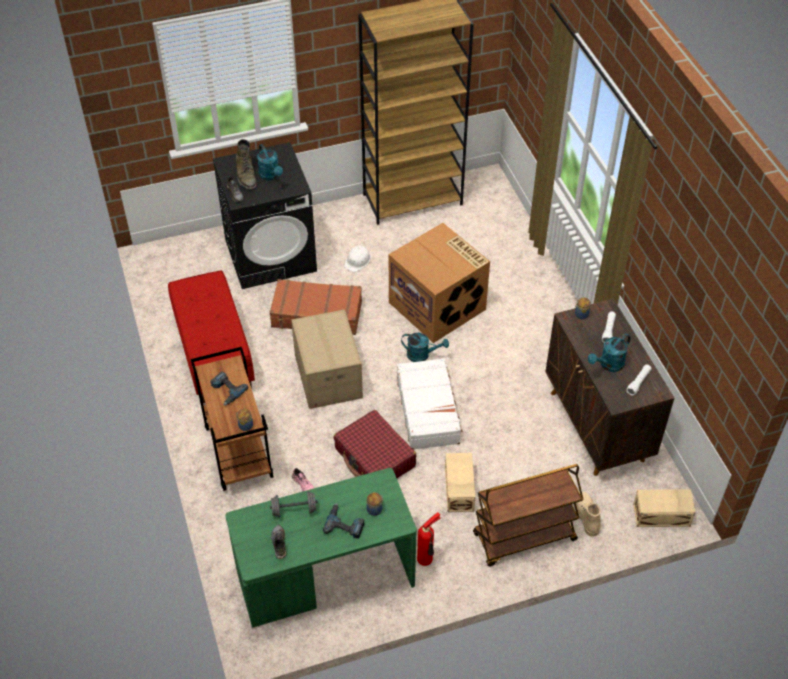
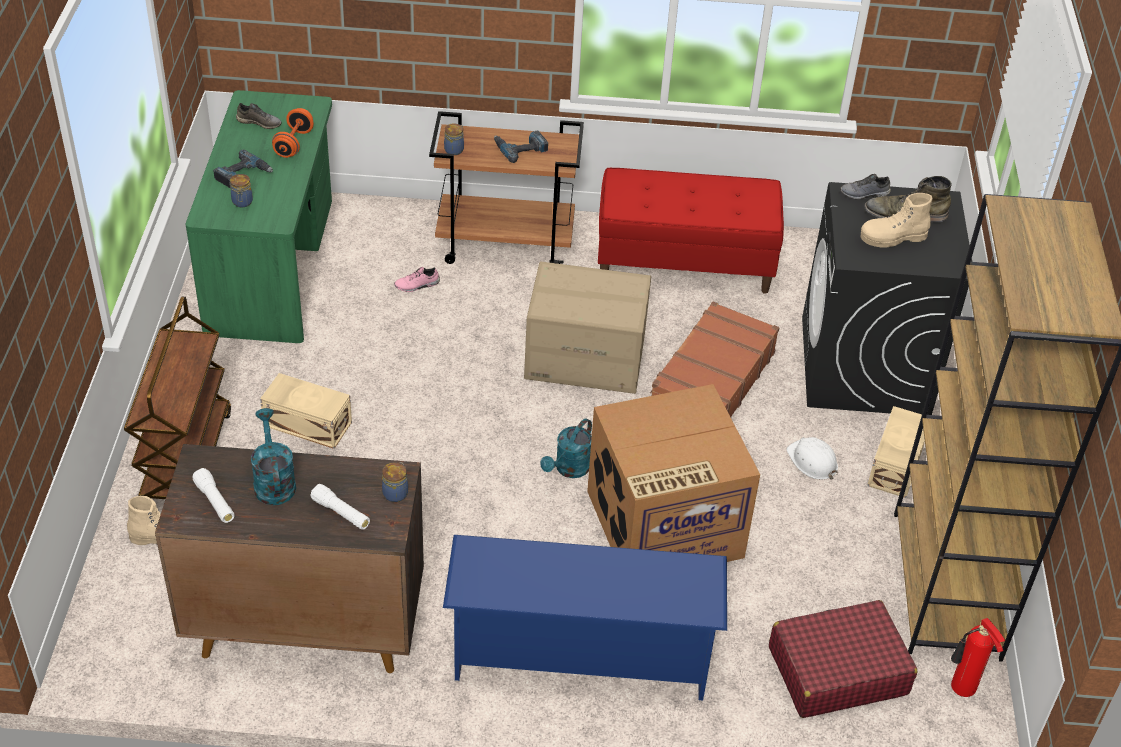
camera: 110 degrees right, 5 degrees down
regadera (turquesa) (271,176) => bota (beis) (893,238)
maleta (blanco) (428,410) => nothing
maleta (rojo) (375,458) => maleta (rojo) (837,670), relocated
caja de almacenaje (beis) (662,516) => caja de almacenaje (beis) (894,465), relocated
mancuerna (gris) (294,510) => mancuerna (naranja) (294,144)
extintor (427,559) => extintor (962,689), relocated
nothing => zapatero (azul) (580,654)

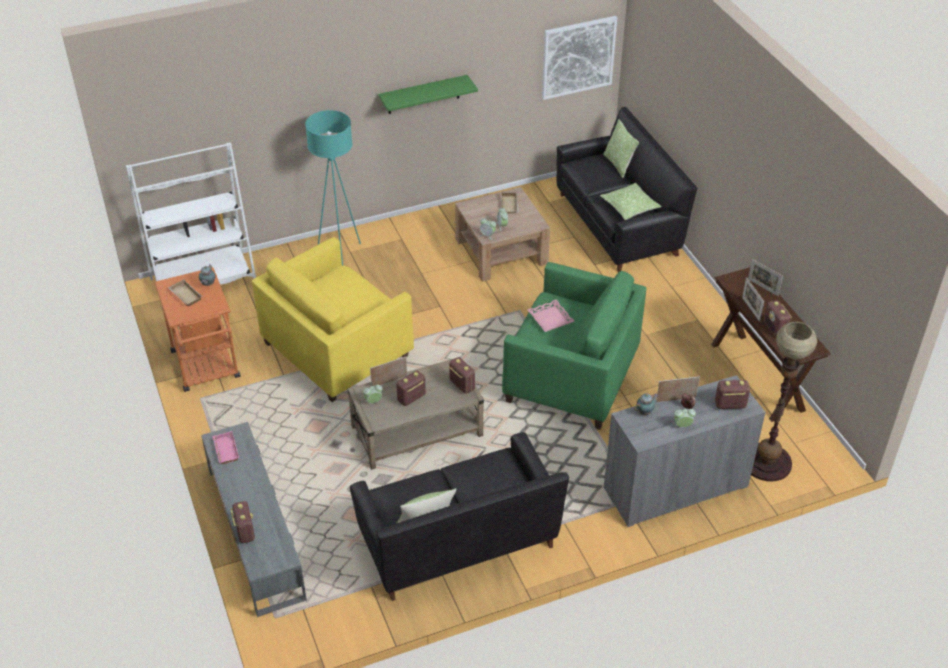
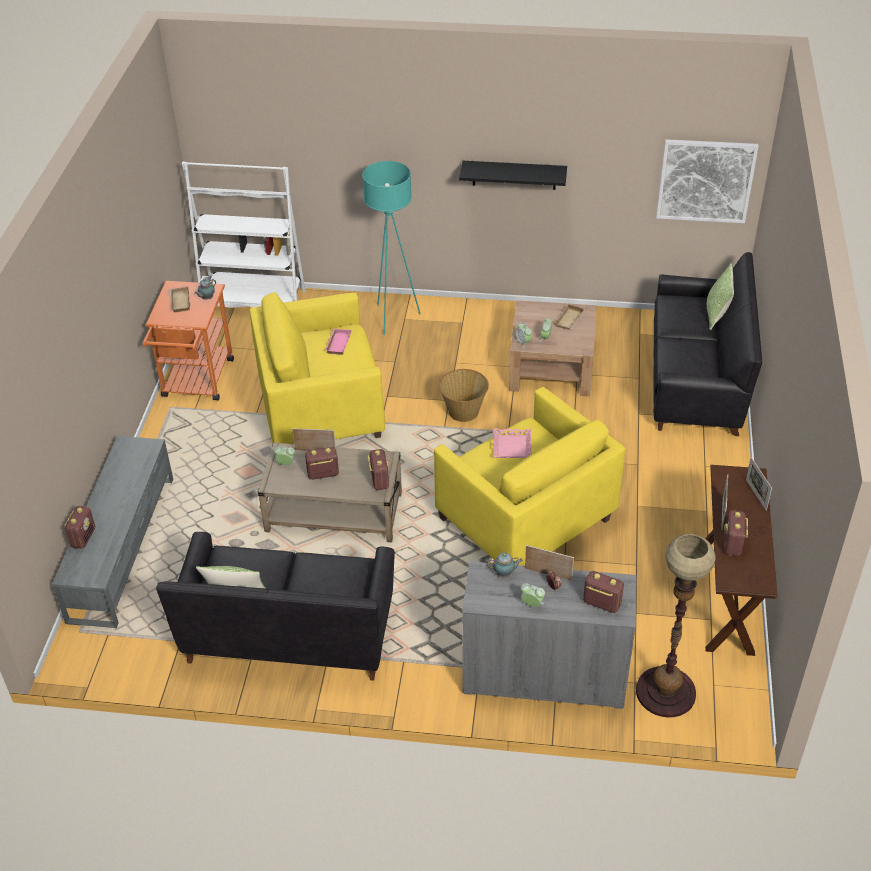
camera: 30 degrees right, 0 degrees up
estante (verde) (423,94) => estante (negro) (514,175)
cojín (629,207) => nothing
sillón (verde) (571,376) => sillón (amarillo) (525,518)
bandeja (rosa) (225,450) => bandeja (rosa) (337,343), relocated
nothing => cesta (463,411)

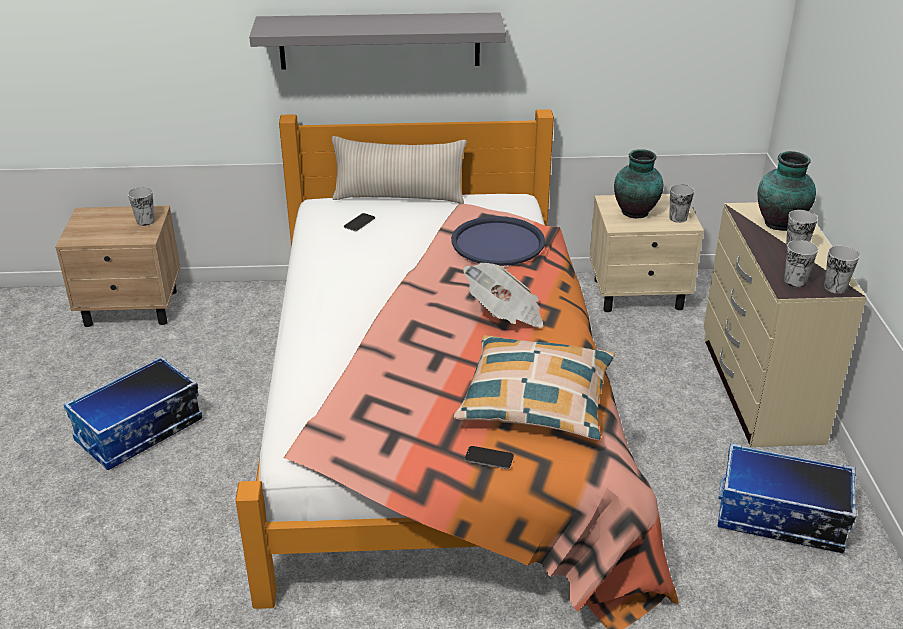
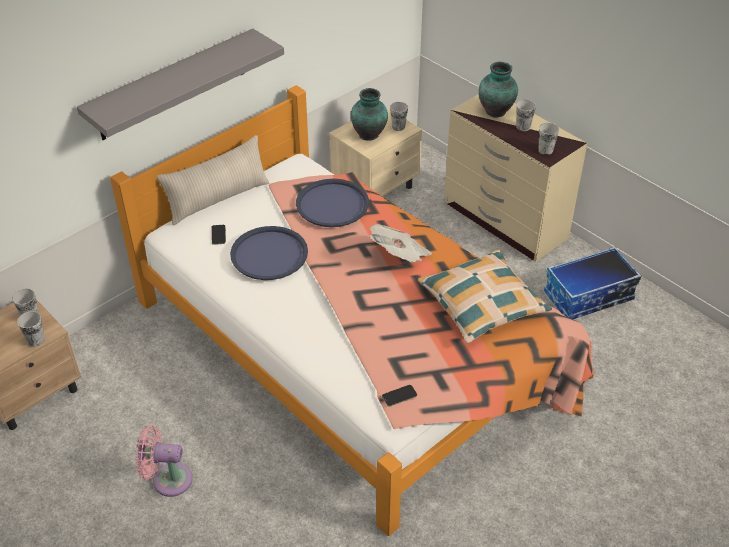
camera: 40 degrees left, 10 degrees up
taza (835,287) => taza (36,340), relocated
caja de almacenaje (139,432) => ventilador (rosa) (168,479)
móvil (489,458) => móvil (399,396), relocated
nothing => bandeja (azul) (269,254)

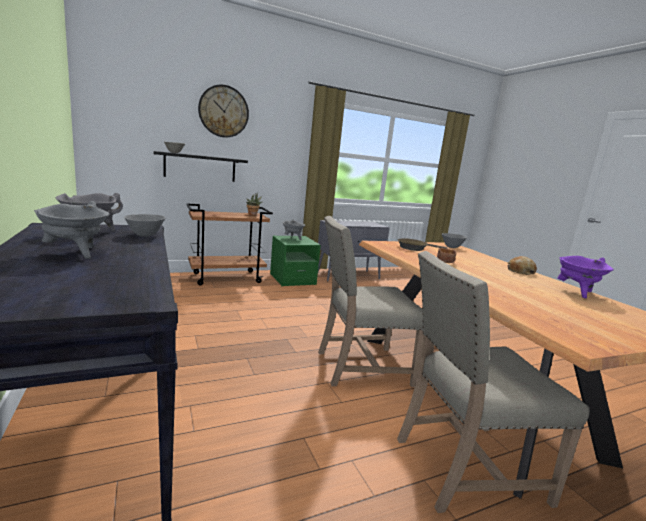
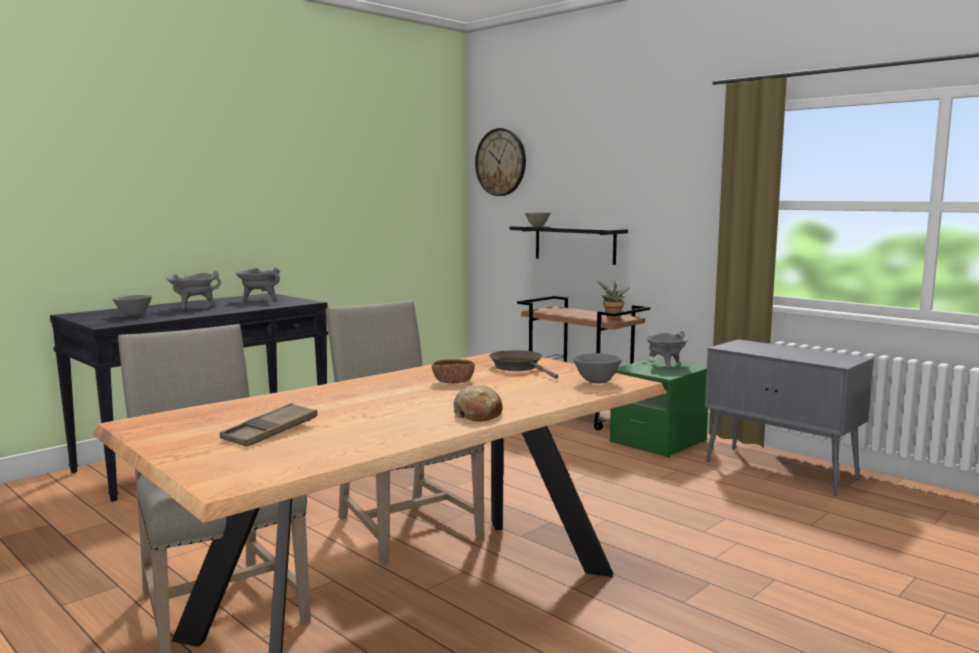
camera: 70 degrees right, 5 degrees down
reloj de pared (223,111) => reloj de pared (501,162), relocated
cuenco (gris) (145,235) => cuenco (gris) (133,315), relocated
olla (morado) (576,292) => nothing
nothing => bandeja (marrón) (270,432)

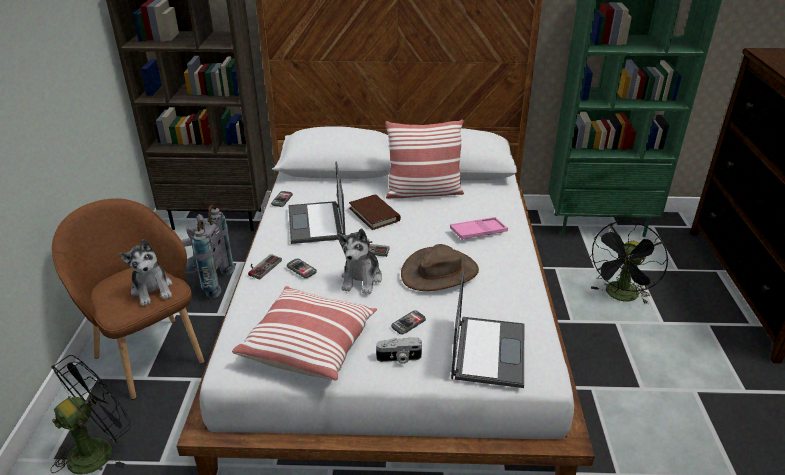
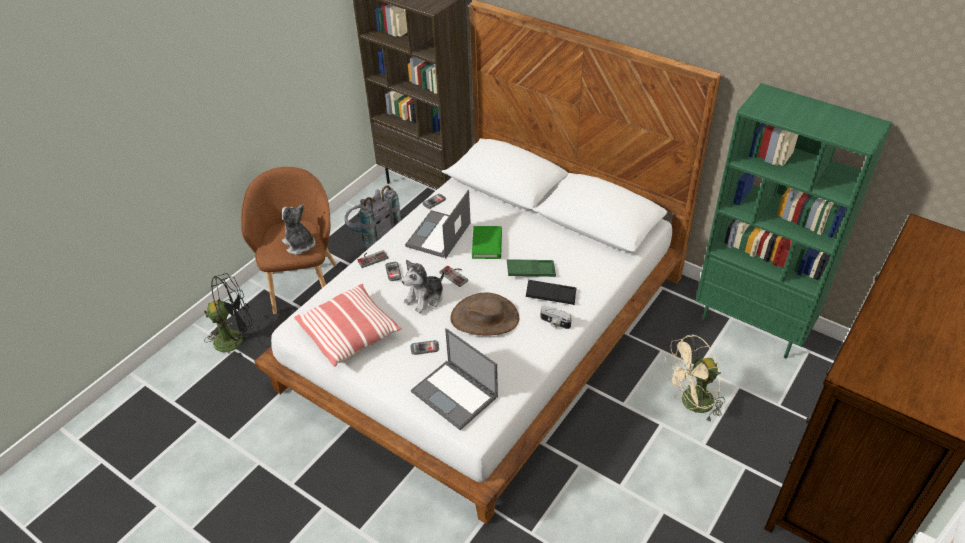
camera: 35 degrees right, 10 degrees up
cojín (423,192) => nothing
libro (marrón) (374,214) => libro (verde) (487,244)
bandeja (rosa) (478,232) => bandeja (negro) (551,295)
ventilador (negro) (620,296) => ventilador (beis) (691,404)
peluche (152,289) => peluche (300,245), 135 degrees clockwise
portátil (488,350) => portátil (455,394), 90 degrees clockwise
cámara (399,358) => cámara (554,323), relocated
nothing => bandeja (verde) (530,271)

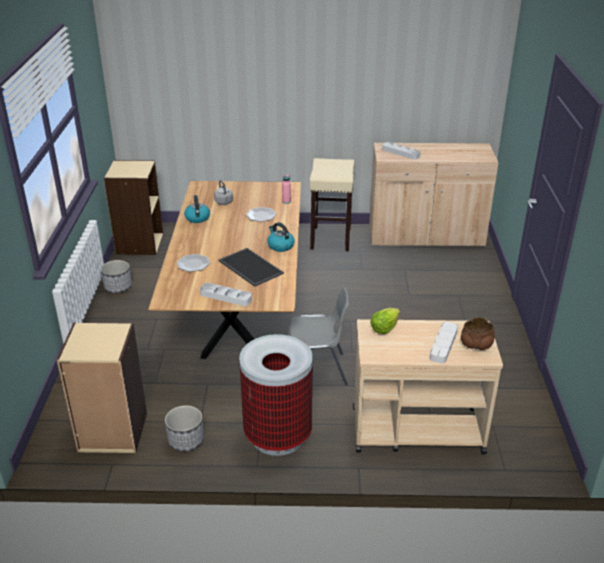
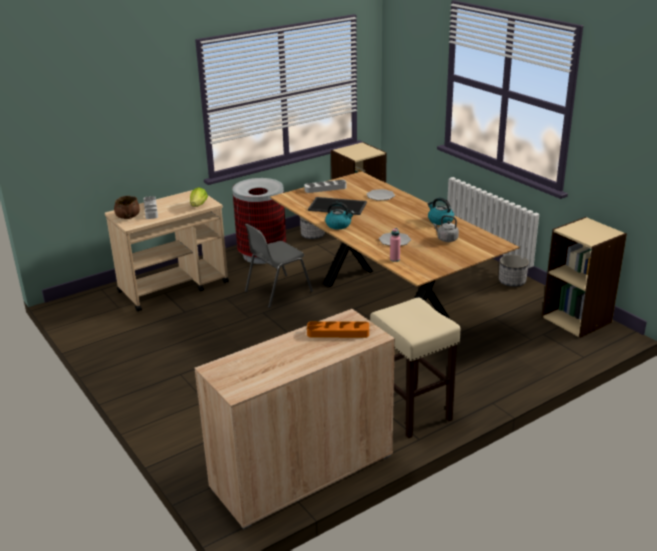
camera: 145 degrees right, 5 degrees down
bandeja (gris) (401,153) => bandeja (naranja) (338,333)

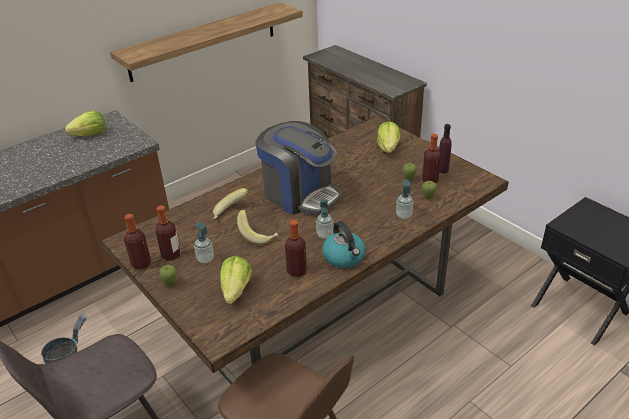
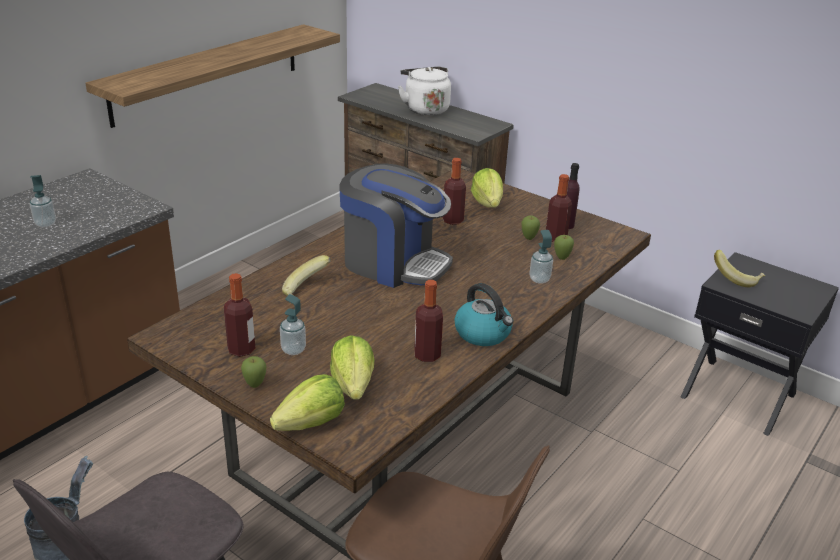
camera: 15 degrees left, 5 degrees down
lechuga (90,135) => lechuga (311,423), relocated
dispensador de jabón (325,235) => dispensador de jabón (45,224), relocated
plátano (258,236) => plátano (736,279), relocated
botella (141,264) => botella (452,220), relocated
nothing => hervidor (blanco) (425,109)

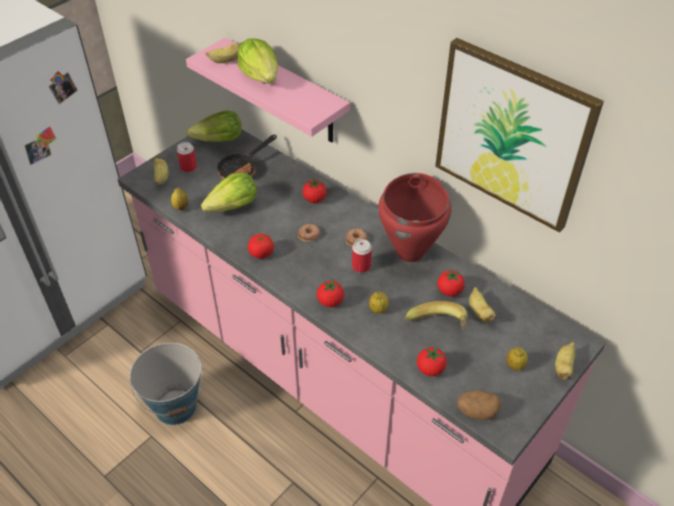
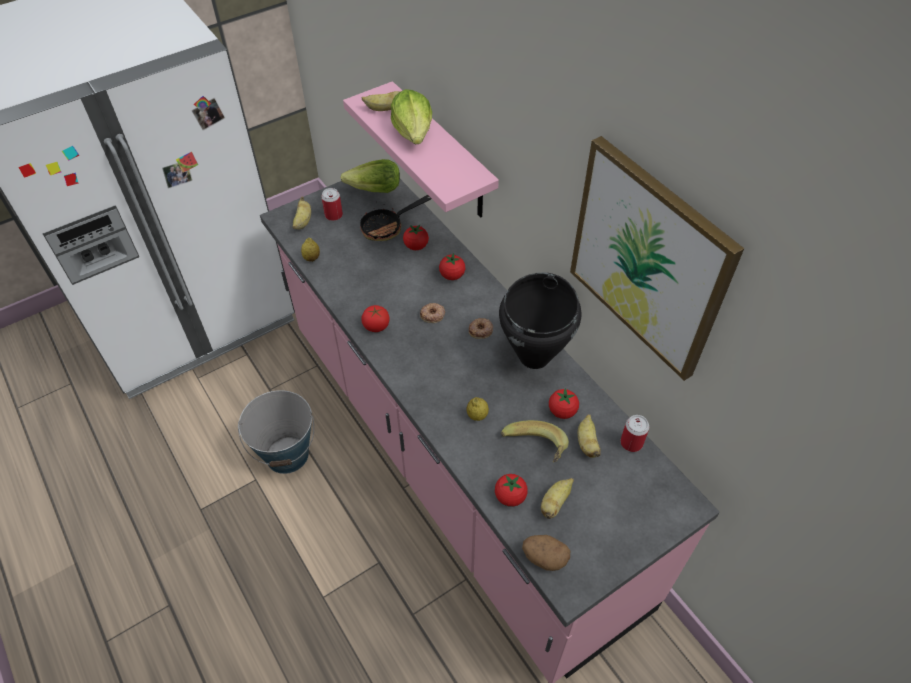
camera: 15 degrees right, 5 degrees up
lechuga (233,206) => nothing
olla (rojo) (410,251) => olla (negro) (535,356)
lata (361,266) => lata (631,443), relocated
tomate (330,301) => tomate (416,246), relocated
plátano (563,367) => plátano (555,503), relocated
limón (515,365) => nothing

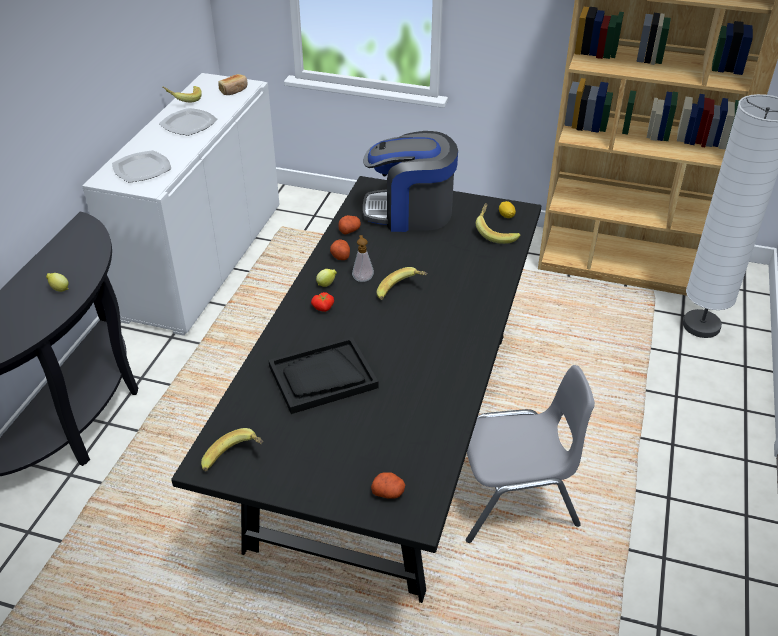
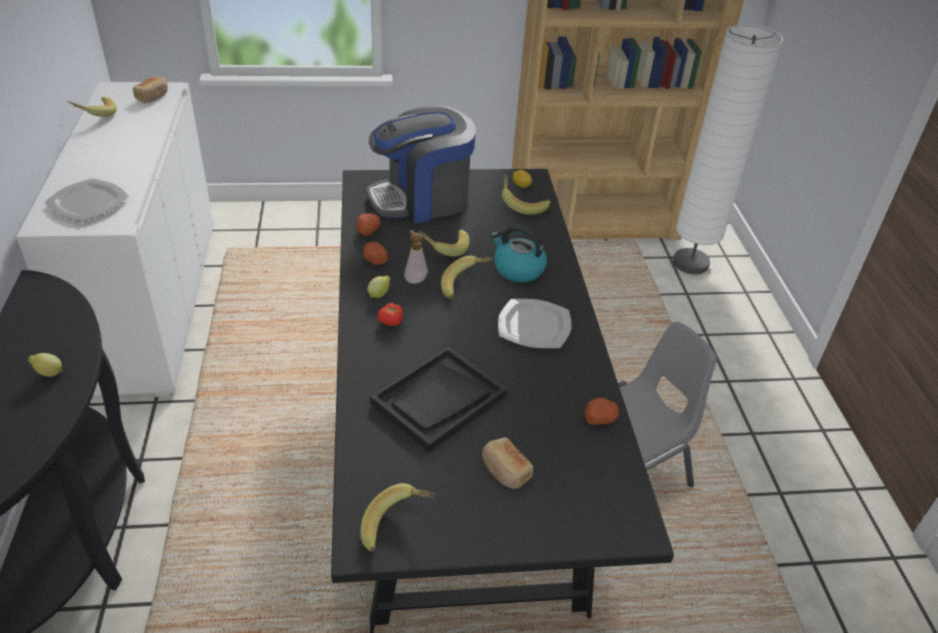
camera: 25 degrees left, 0 degrees up
plato (188,124) => plato (533,326), relocated
patata (388,492) => patata (600,418), relocated
nothing => hervidor (517,269)
nothing => plátano (444,249)
nothing => pan (505,471)

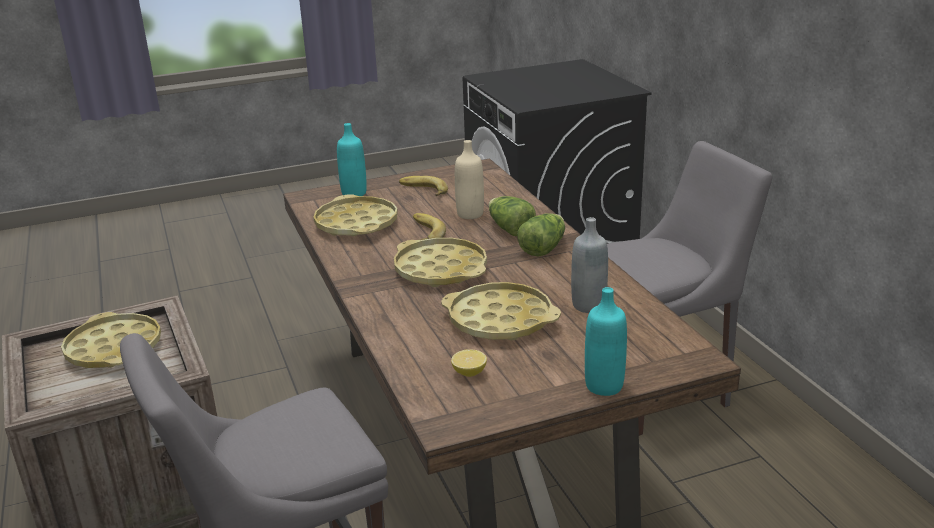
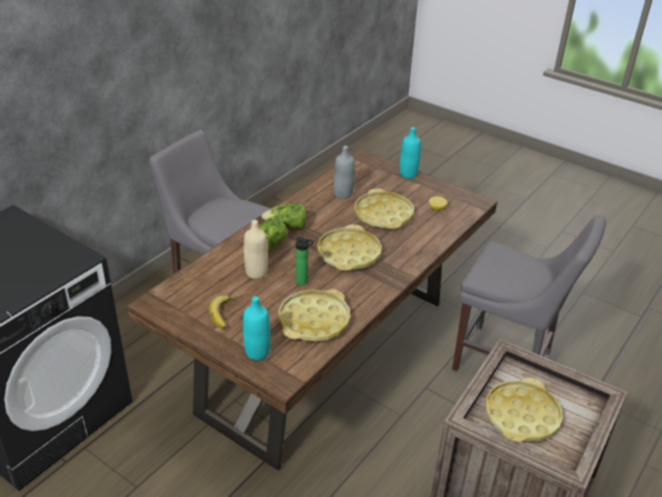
camera: 125 degrees left, 10 degrees up
plátano (423,233) => botella (303,282)

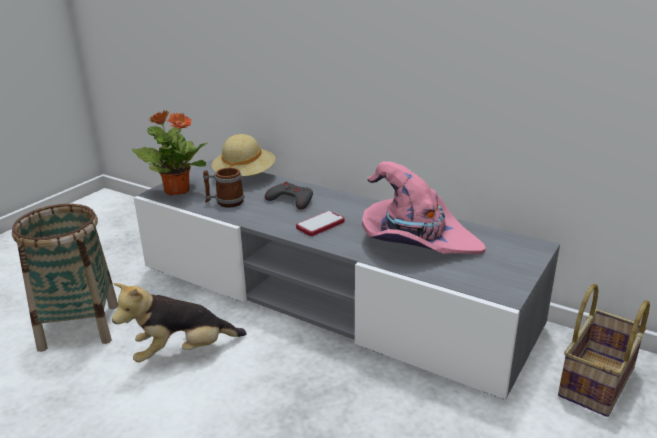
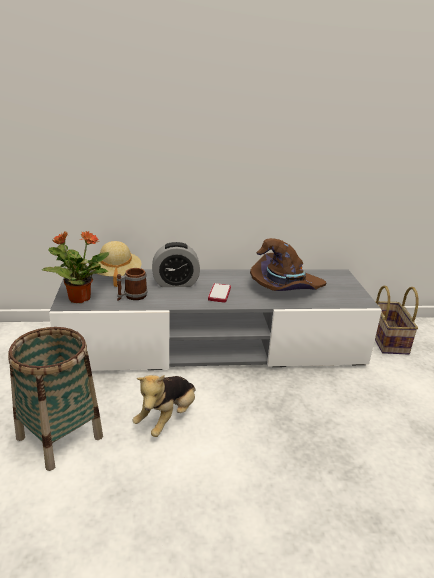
camera: 40 degrees left, 0 degrees up
sombrero (rosa) (416,241) => sombrero (marrón) (285,287)
mando de consola (gris) (291,200) => despertador (175,283)

